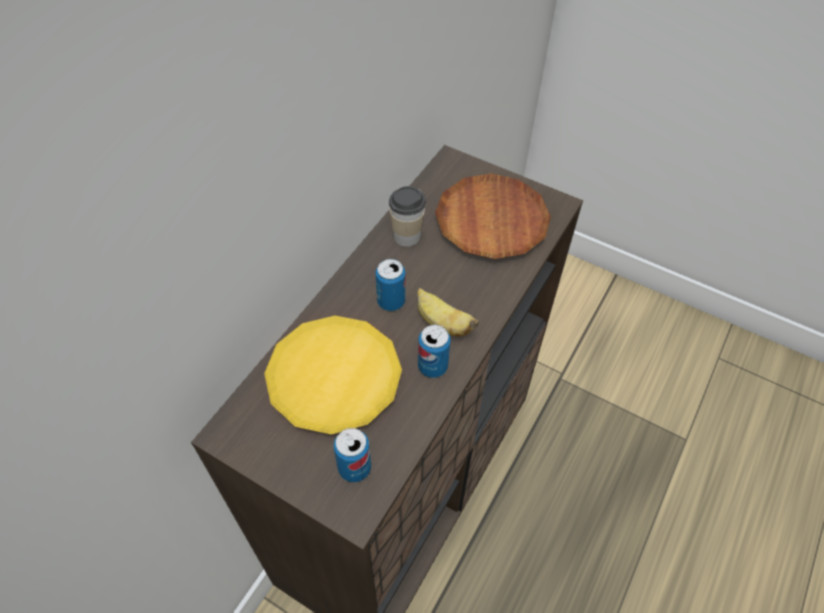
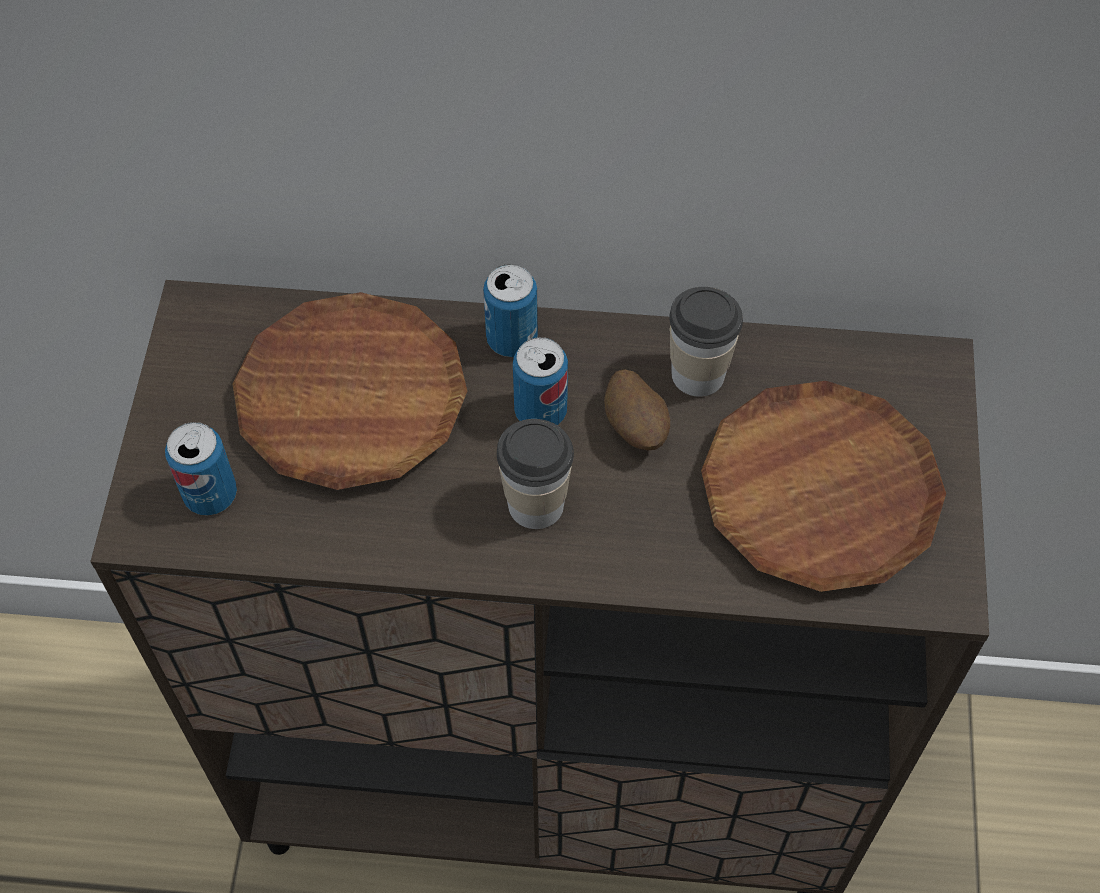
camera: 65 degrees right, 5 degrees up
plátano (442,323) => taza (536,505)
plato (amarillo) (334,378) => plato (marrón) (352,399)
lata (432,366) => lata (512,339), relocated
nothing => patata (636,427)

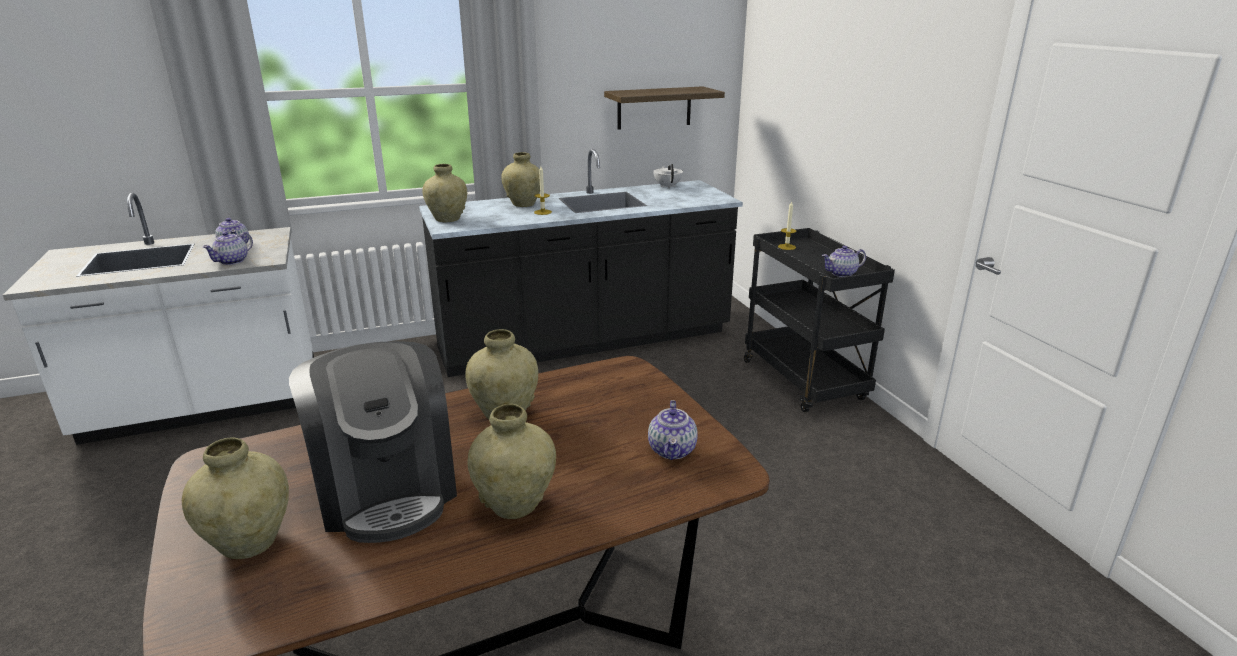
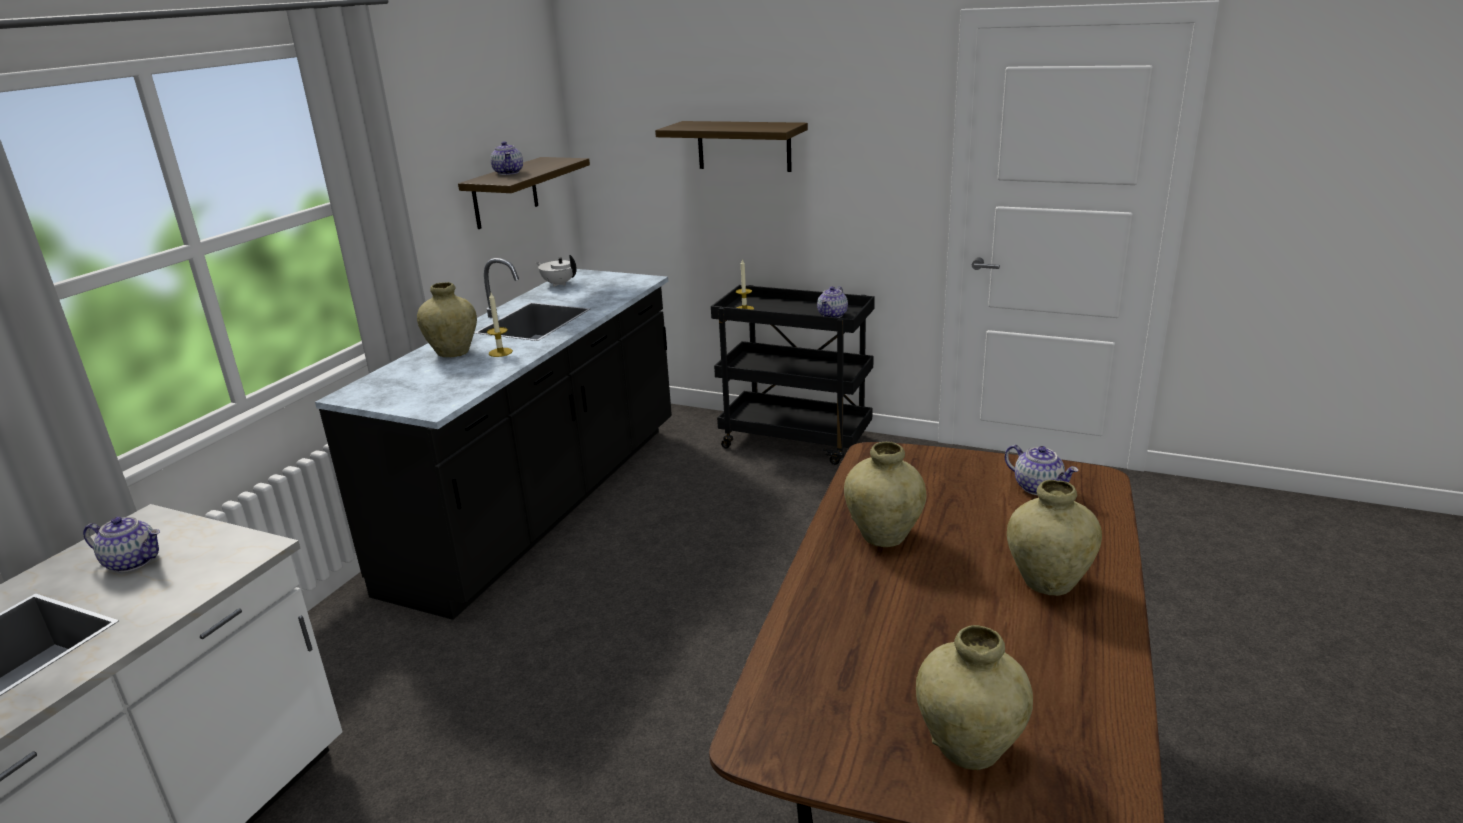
camera: 45 degrees left, 0 degrees up
florero (beis) (447,219) => nothing
tetera (232,261) => tetera (509,172), relocated
cafetera (387,490) => nothing
nothing => estante (744,146)

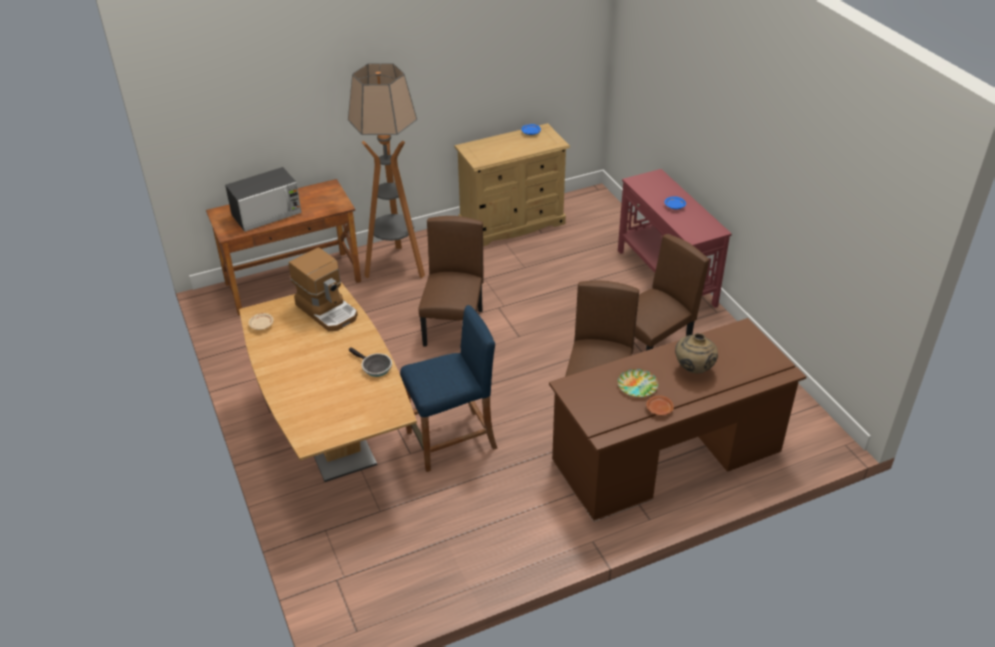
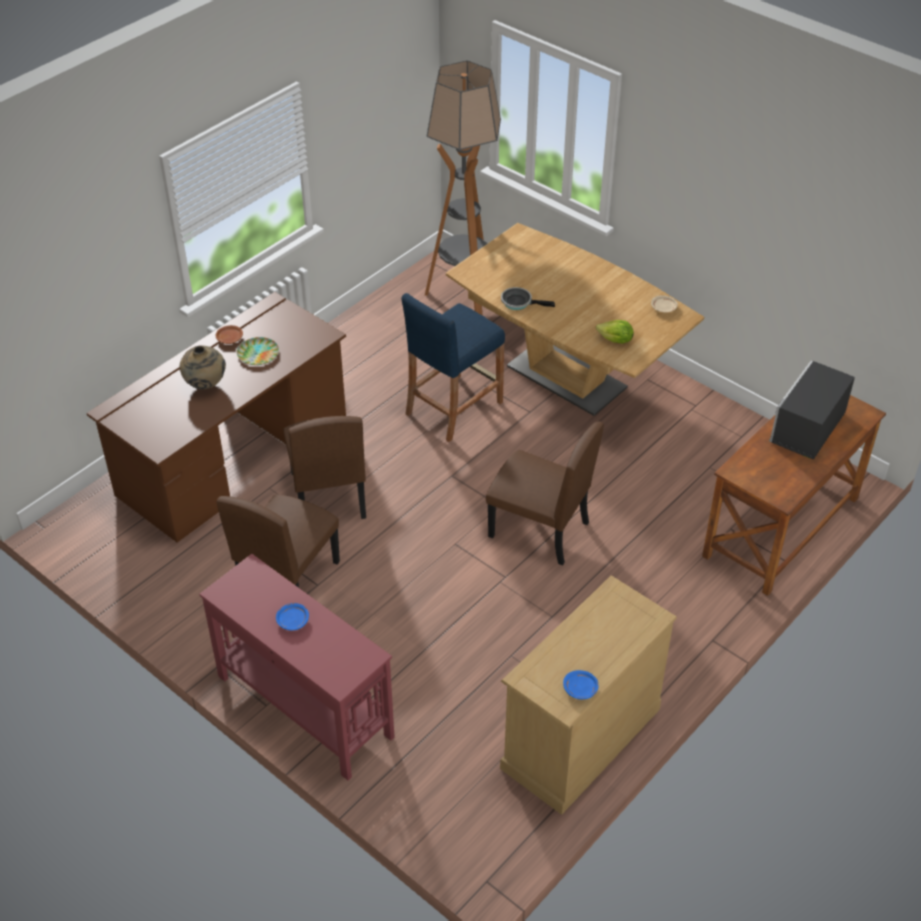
camera: 155 degrees right, 5 degrees up
lámpara de pie (396,266) => lámpara de pie (463,296), relocated
silla (marrón) (454,328) => silla (marrón) (538,530), 45 degrees counterclockwise
cafetera (328,310) => lechuga (615,340)

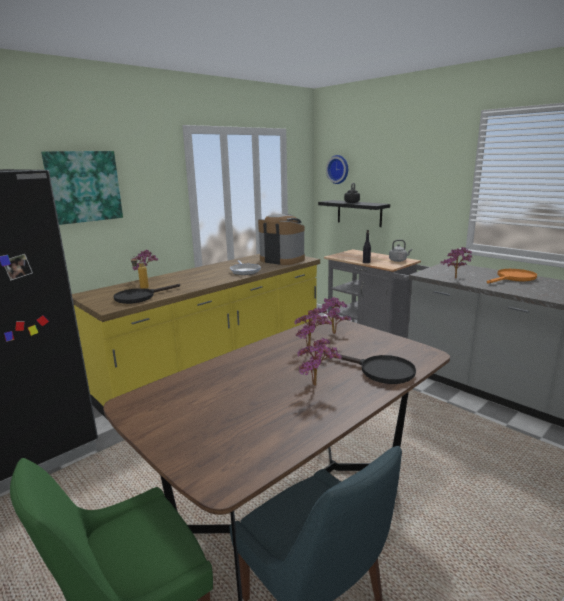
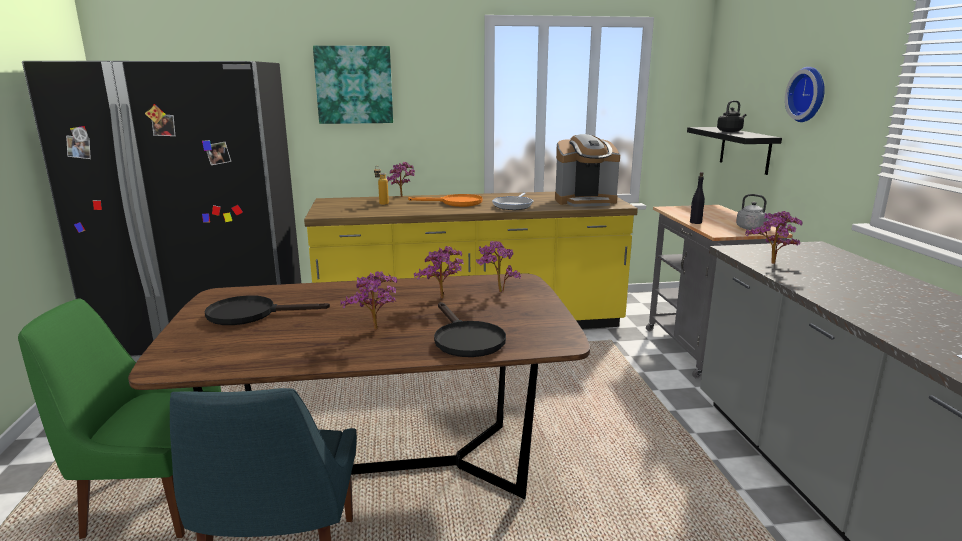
camera: 35 degrees right, 0 degrees up
reloj de pared (338,169) => reloj de pared (809,94), relocated
cafetera (282,260) => cafetera (585,201), 105 degrees clockwise
sartén (naranja) (513,278) => sartén (naranja) (456,203), relocated
sartén (negro) (140,297) => sartén (negro) (251,314), relocated

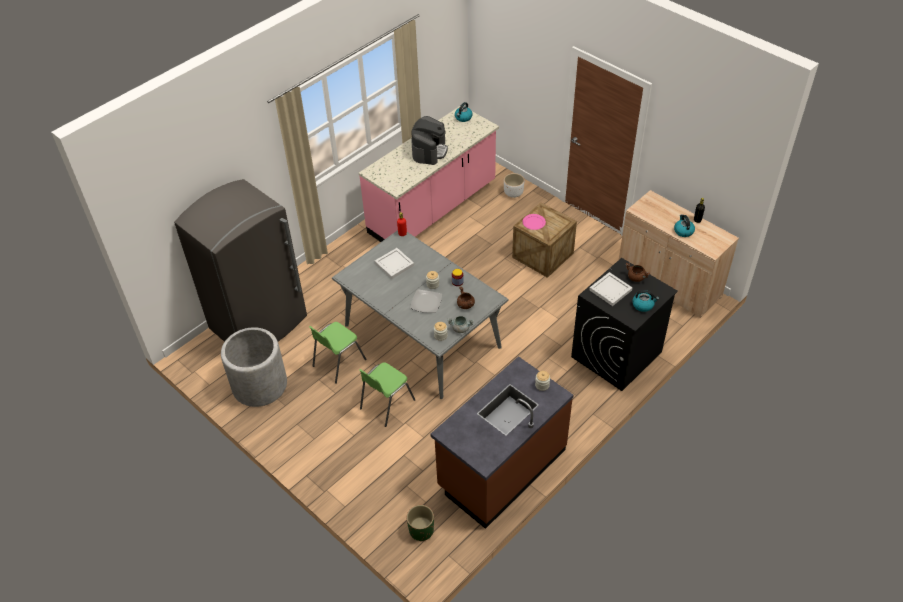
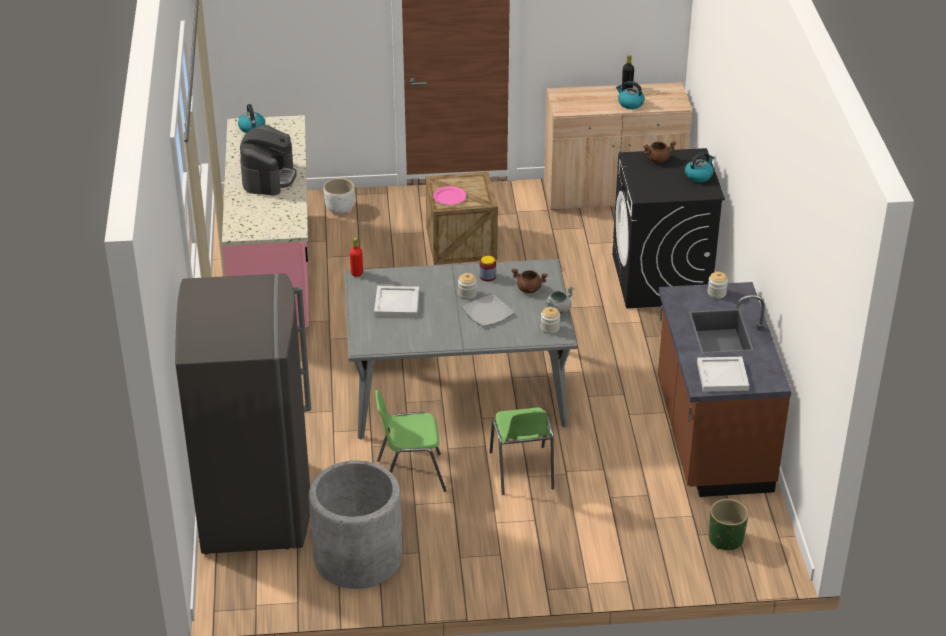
camera: 50 degrees left, 10 degrees down
cafetera (429,151) => cafetera (268,177), 45 degrees clockwise
bandeja (blanco) (610,290) => bandeja (blanco) (723,376), relocated
silla (verde) (338,362) => silla (verde) (410,475), 90 degrees clockwise

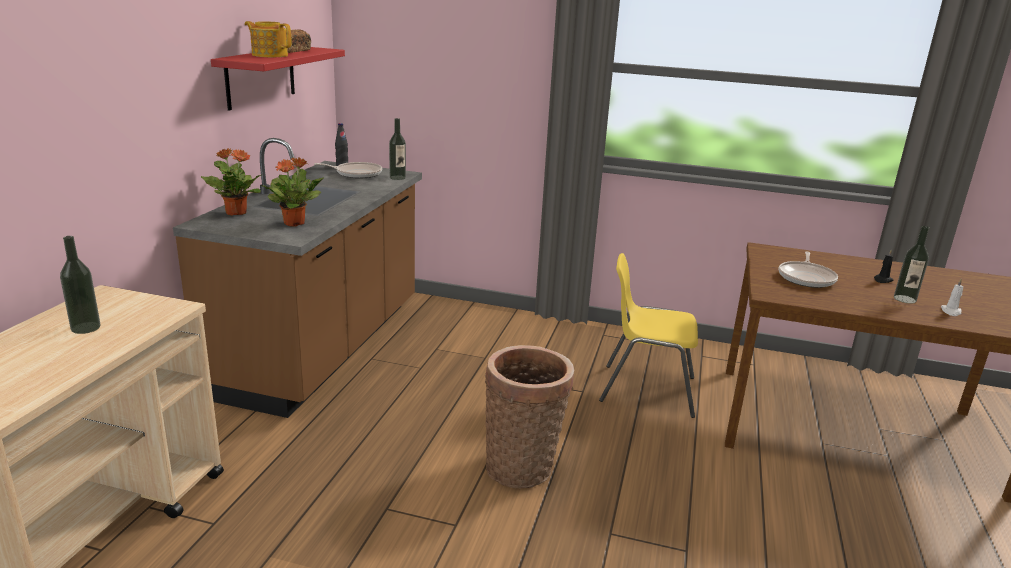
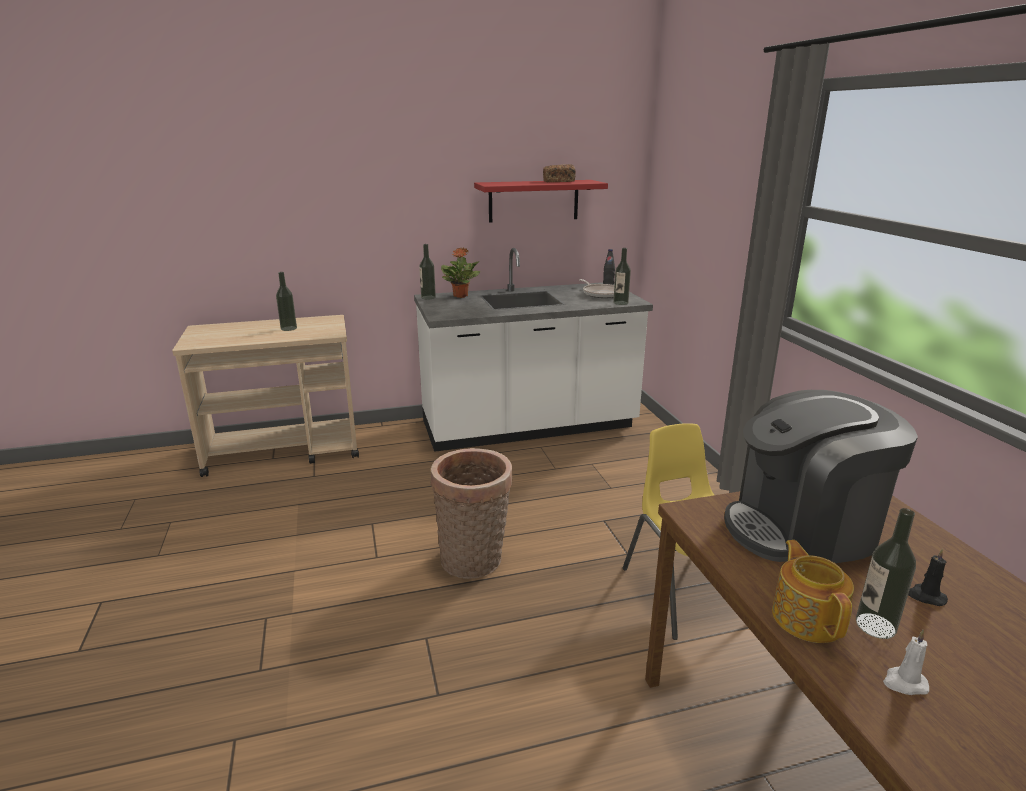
camera: 60 degrees right, 0 degrees up
tetera (269,55) => tetera (807,617), relocated
mueble bajo de cocina (marrón) (323,348) => mueble bajo de cocina (blanco) (528,427)
planta en maceta (295,223) => nothing
sartén (806,278) => cafetera (802,530)
nothing => botella (428,297)

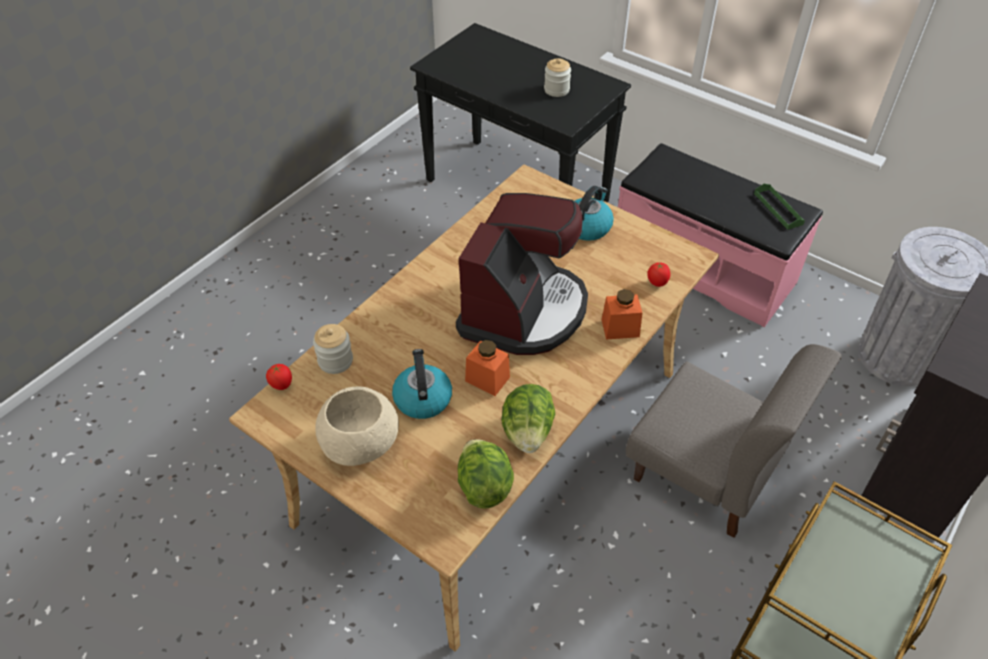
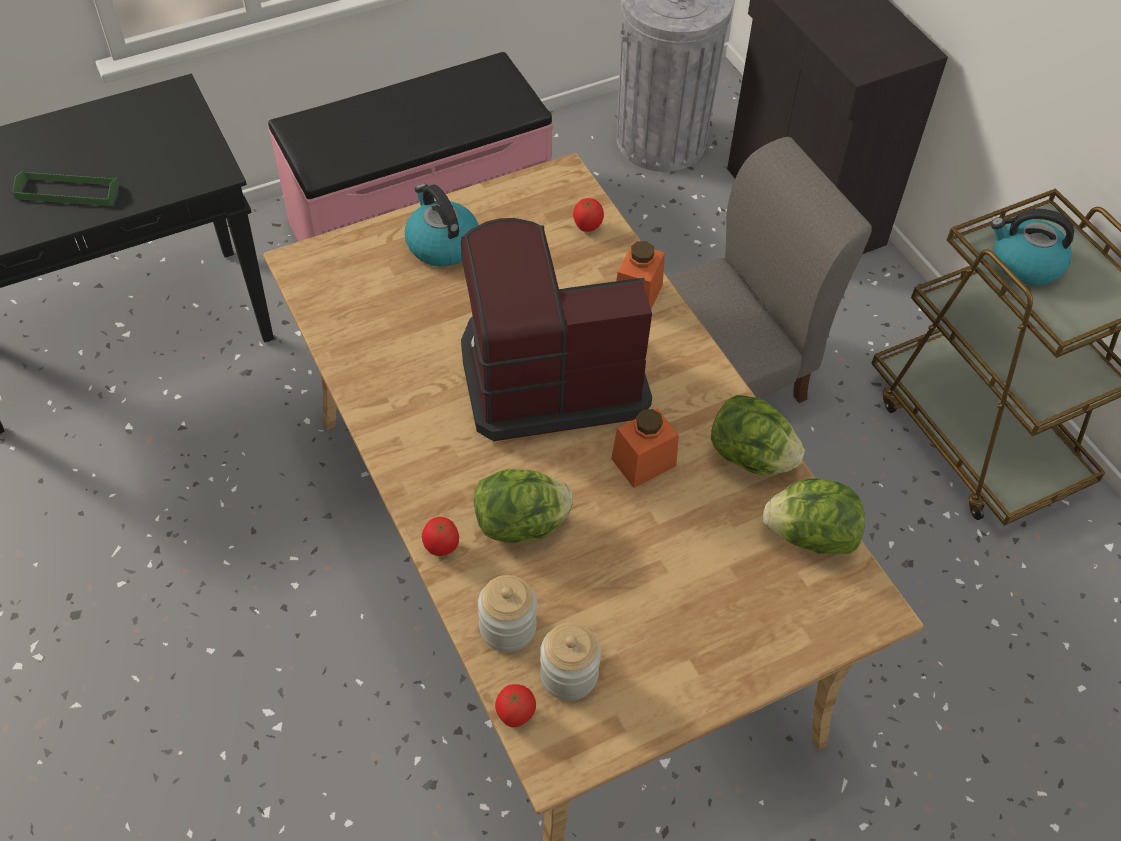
camera: 65 degrees left, 5 degrees up
tarro (556,90) => tarro (569,675), relocated
bandeja (verde) (778,209) => bandeja (verde) (67,192), relocated
cafetera (523,311) => cafetera (549,375), 60 degrees counterclockwise
hervidor (422,398) => hervidor (1024,263), relocated
cuenco (beis) (361,443) => nothing
nothing => lechuga (522,524)
nothing => tomate (441,548)

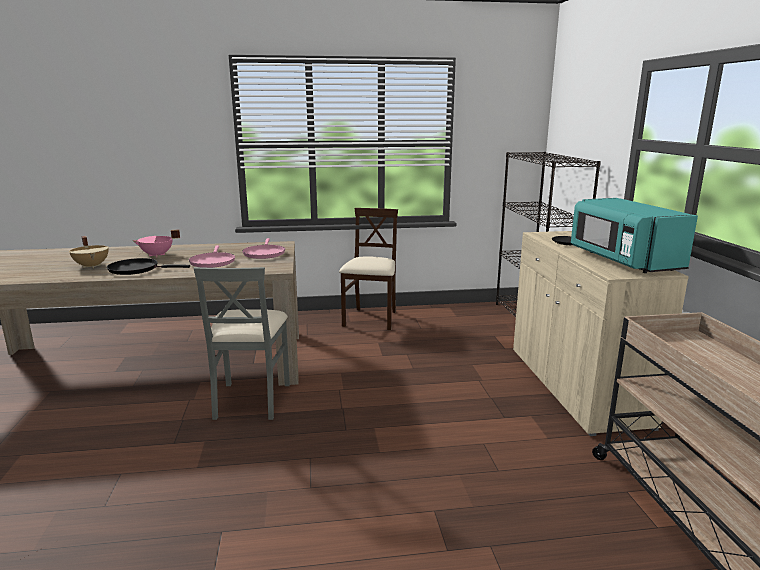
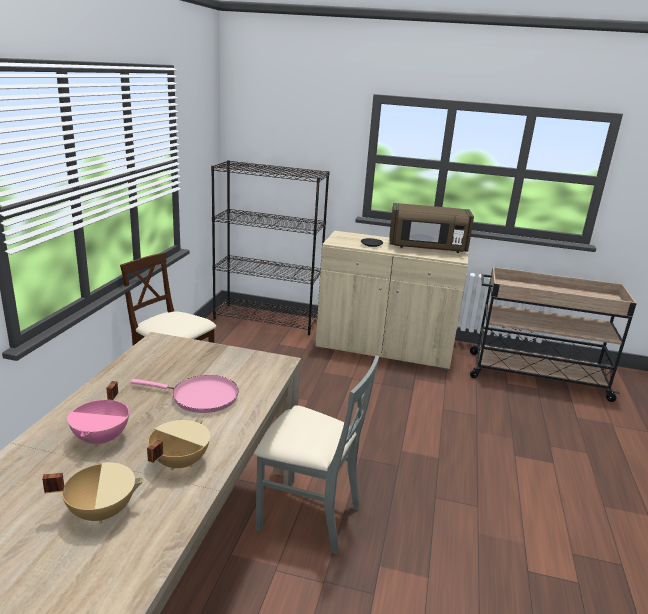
camera: 70 degrees left, 5 degrees up
microondas (turquesa) (622,260) => microondas (marrón) (427,248)
sartén (rosa) (264,253) => nothing
sartén (negro) (137,269) => olla (beis) (179,462)

